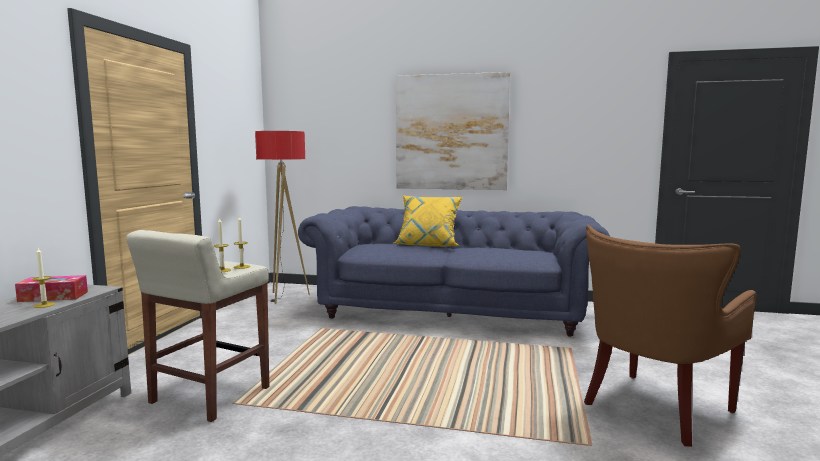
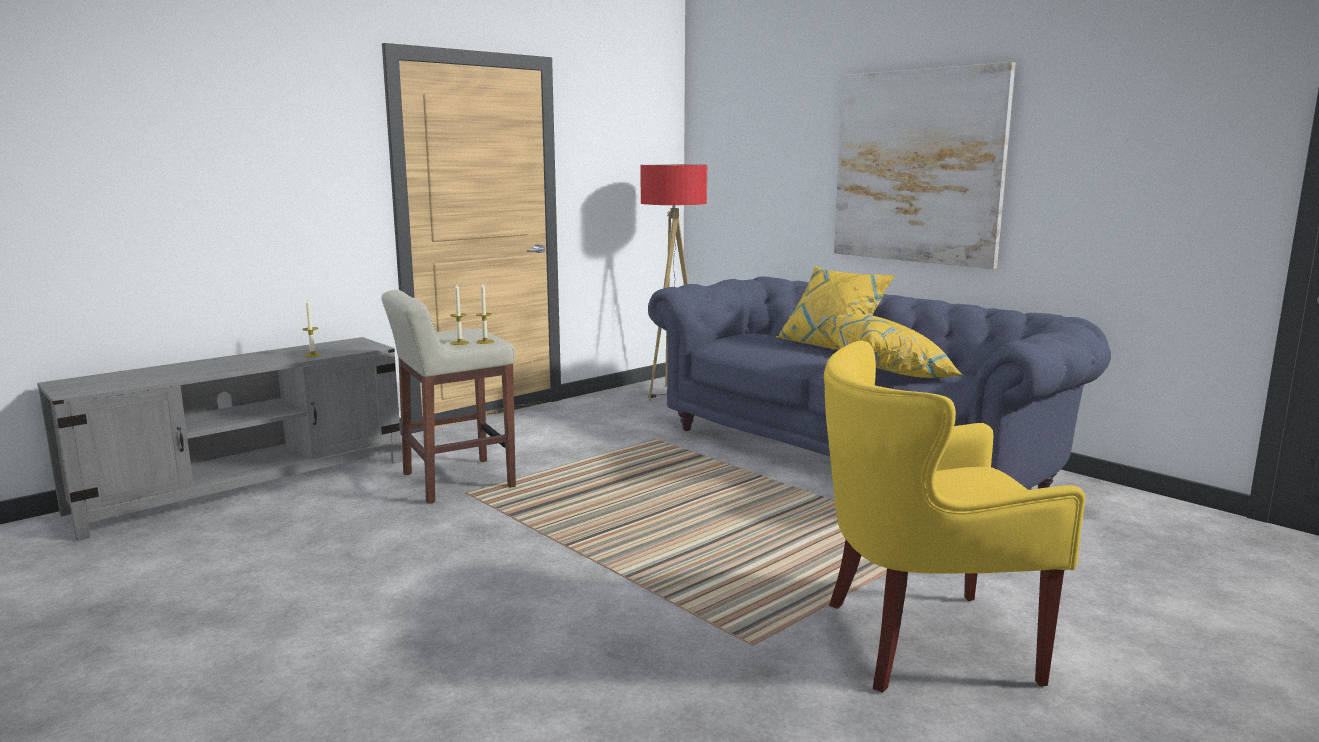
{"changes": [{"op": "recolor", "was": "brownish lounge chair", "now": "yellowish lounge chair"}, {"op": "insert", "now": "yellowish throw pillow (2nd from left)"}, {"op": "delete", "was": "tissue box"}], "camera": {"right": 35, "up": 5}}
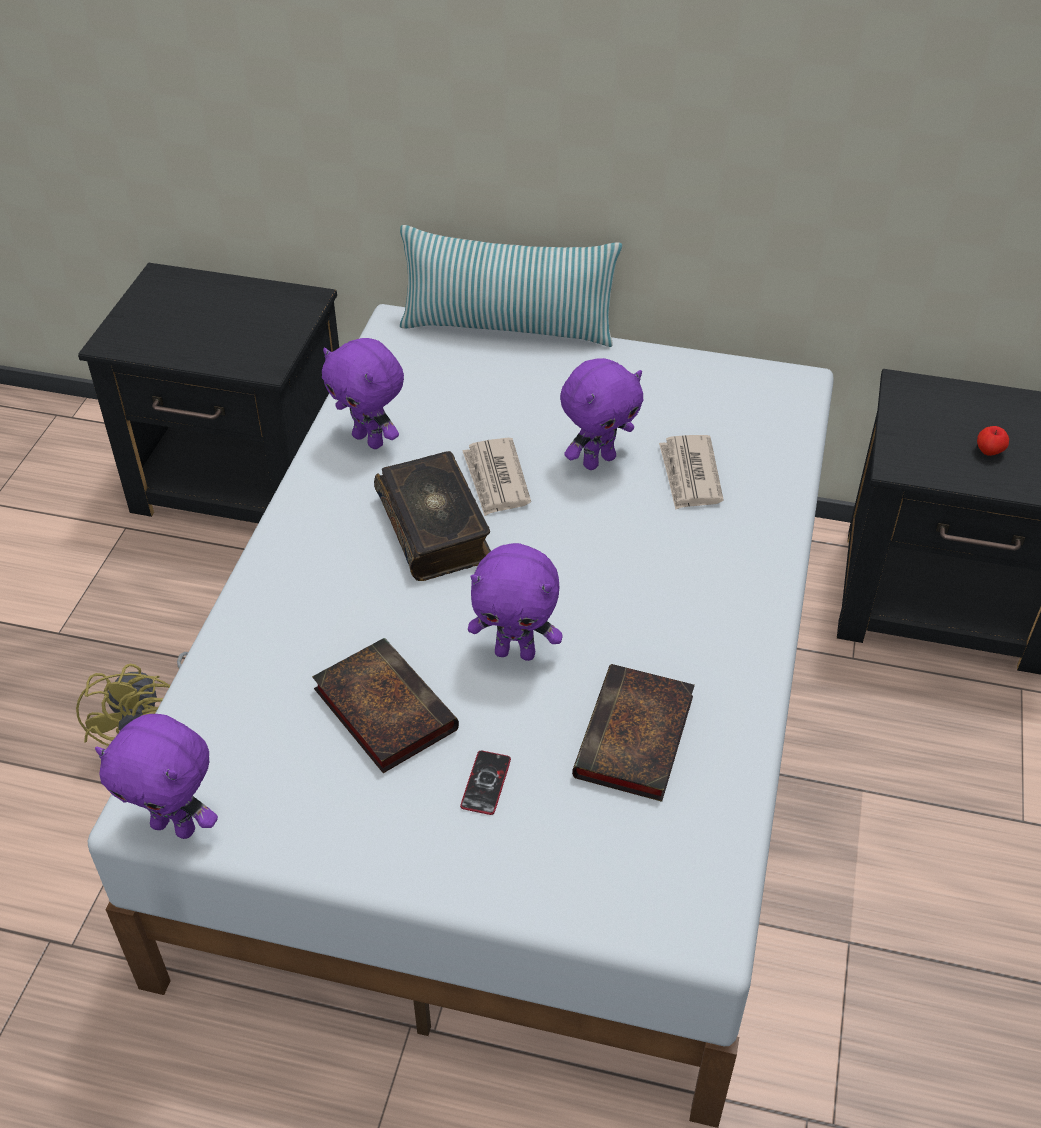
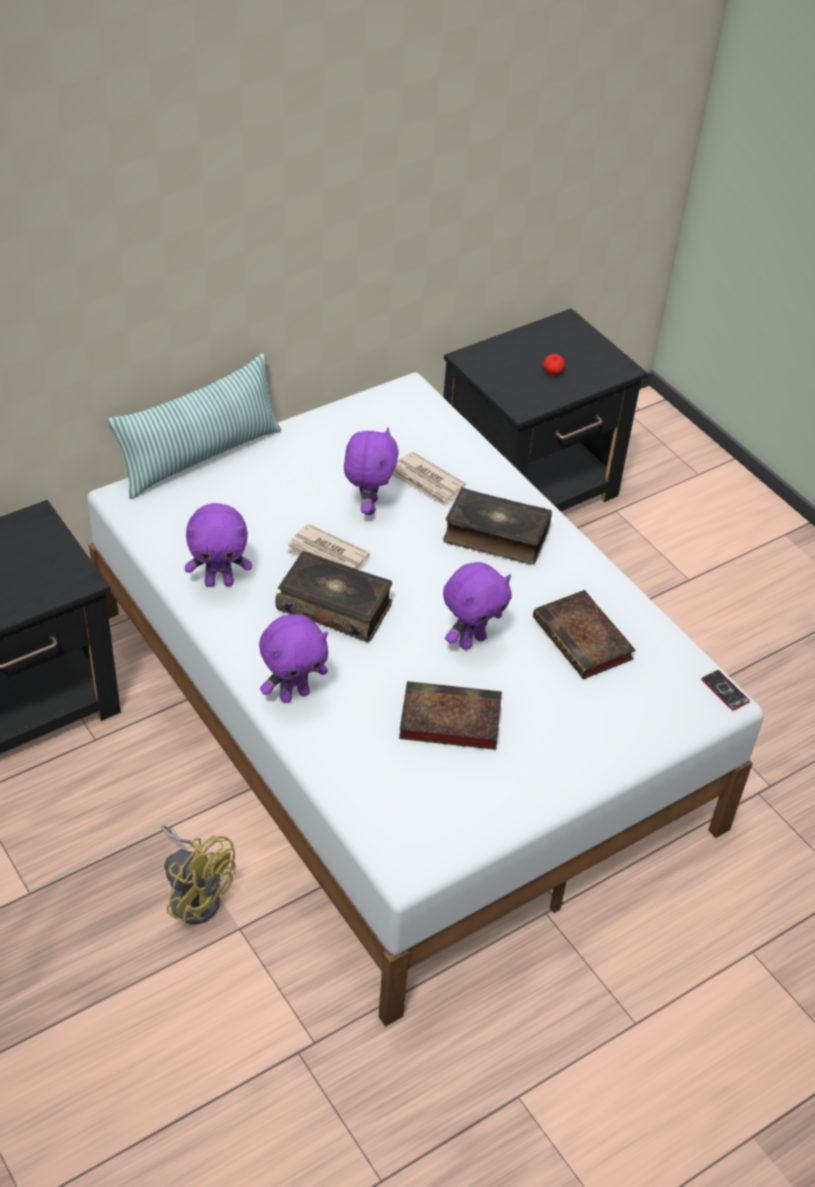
{"changes": [{"op": "move", "was": "purplish soft toy (1st from left in the first image)", "now": "purplish soft toy (2nd from left)"}, {"op": "insert", "now": "volume (3rd from left)"}, {"op": "move", "was": "phone"}], "camera": {"right": -50, "up": 0}}
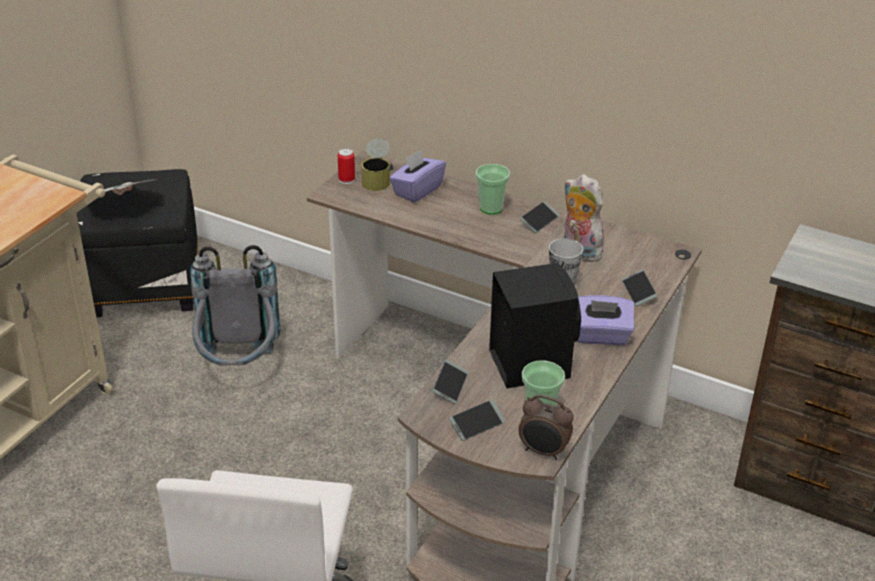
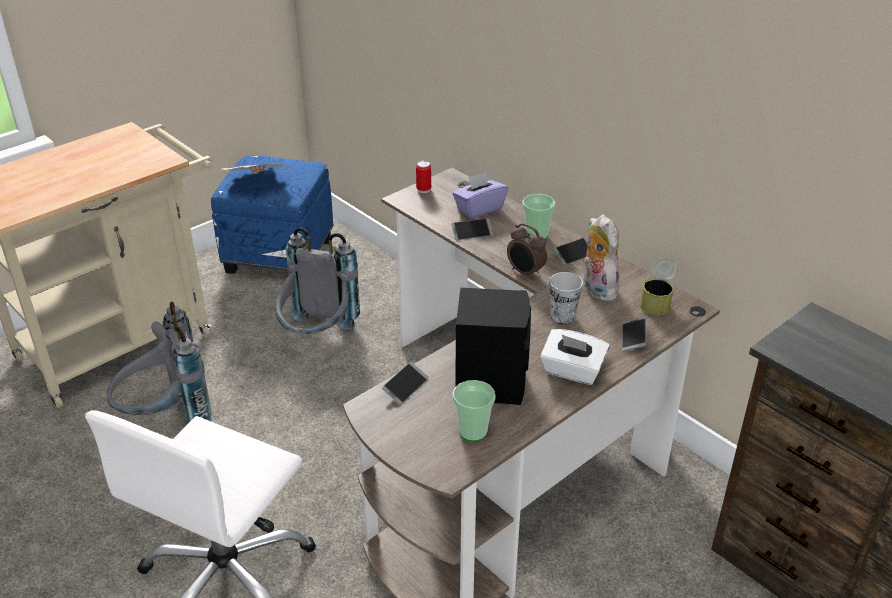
{"changes": [{"op": "insert", "now": "gray backpack (1st from left)"}, {"op": "recolor", "was": "black-coloured ottoman", "now": "blue-coloured ottoman"}, {"op": "move", "was": "phone (2nd from left)"}, {"op": "move", "was": "table clock"}, {"op": "recolor", "was": "purplish tissue box (2nd from left)", "now": "white tissue box"}, {"op": "move", "was": "can (2nd from left)"}], "camera": {"right": 20, "up": 0}}
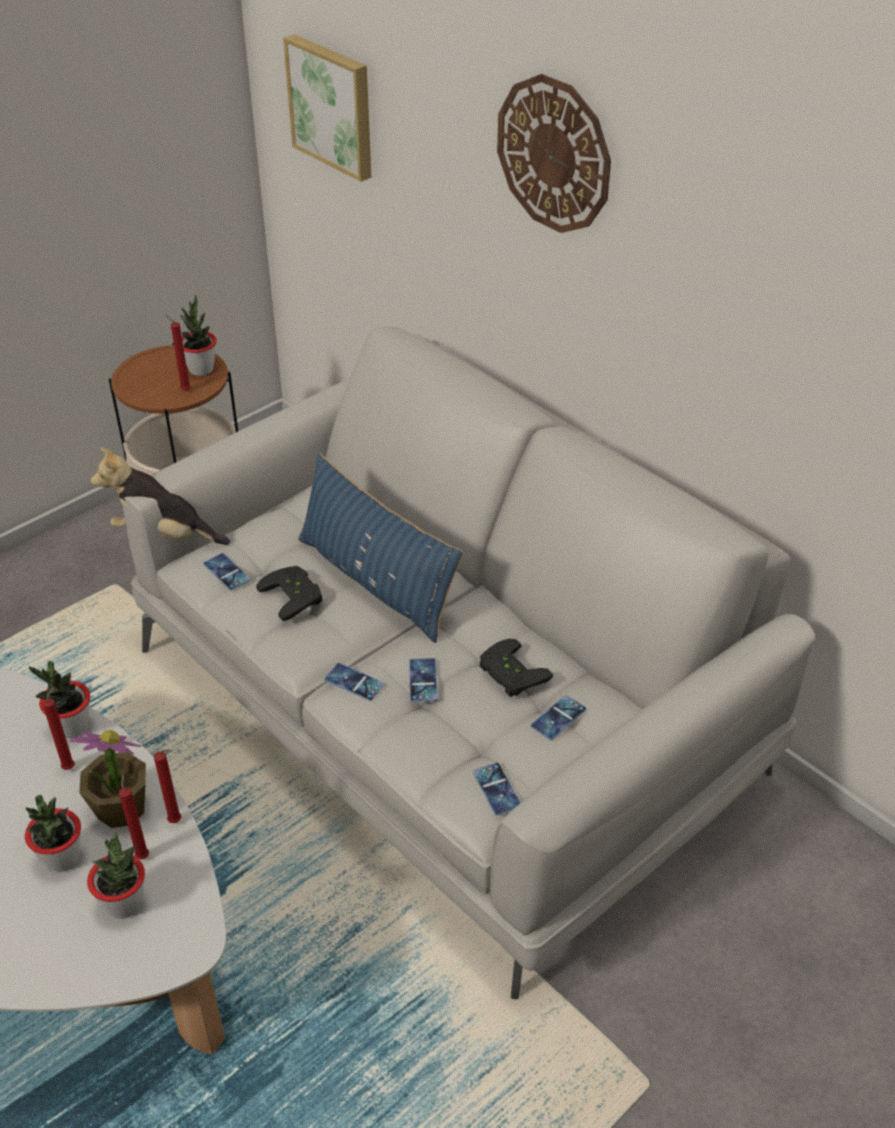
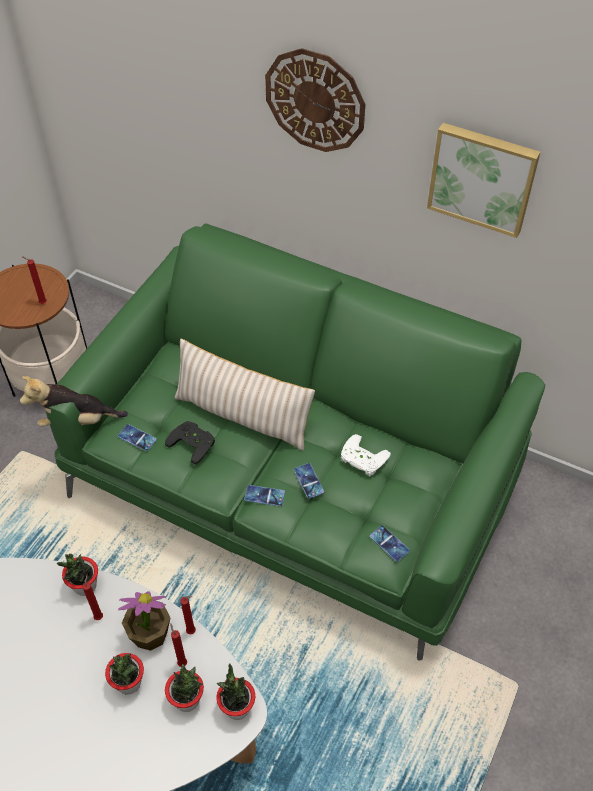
{"changes": [{"op": "recolor", "was": "gray couch", "now": "green couch"}, {"op": "recolor", "was": "blue-coloured throw pillow", "now": "sand-coloured throw pillow"}, {"op": "move", "was": "houseplant (5th from left)"}, {"op": "recolor", "was": "black-coloured game controller (2nd from left)", "now": "white game controller"}, {"op": "move", "was": "wall picture"}, {"op": "delete", "was": "phone (5th from left)"}], "camera": {"right": -20, "up": 10}}
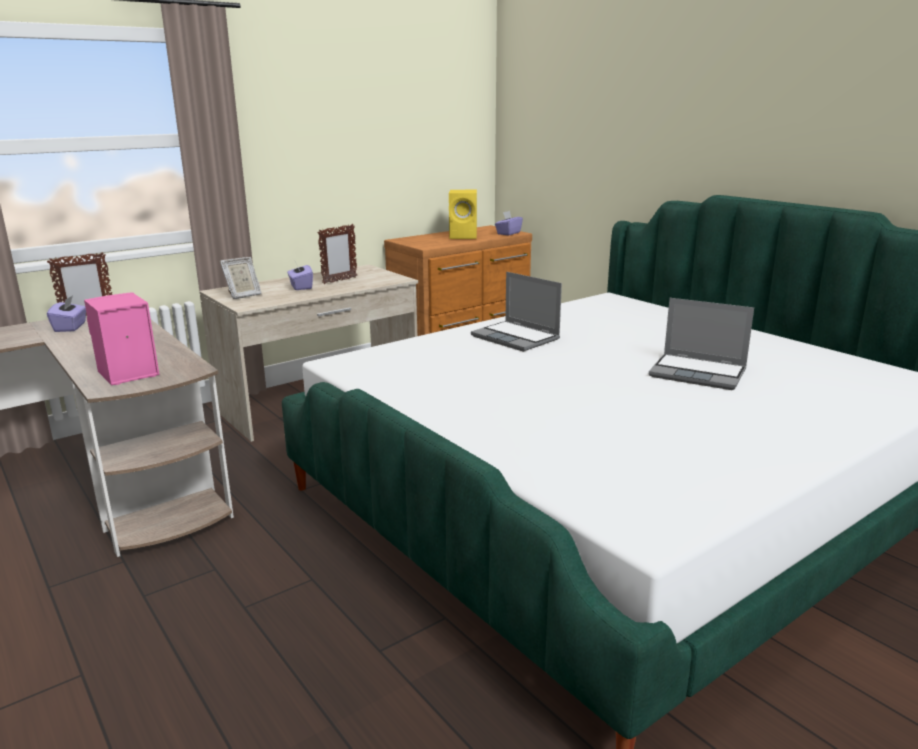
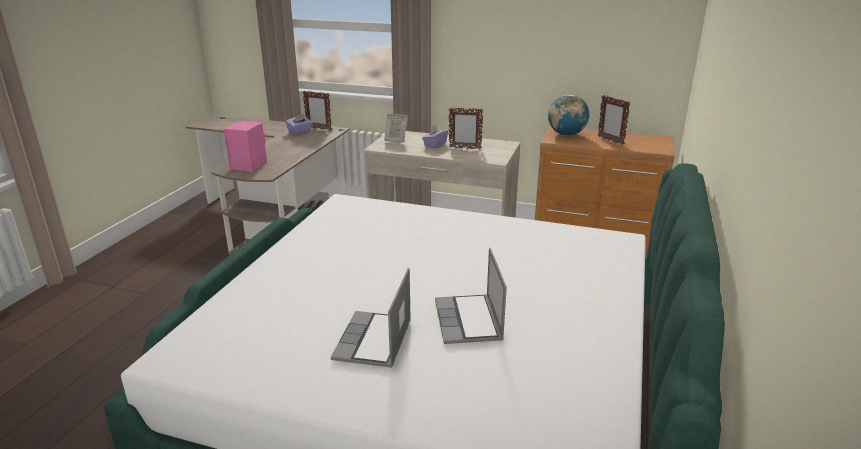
{"changes": [{"op": "move", "was": "notebook computer (1st from left)"}, {"op": "insert", "now": "world globe"}, {"op": "replace", "was": "yellowish speaker", "now": "standing frame (4th from left)"}, {"op": "delete", "was": "purplish tissue box (3rd from left)"}], "camera": {"right": 55, "up": 5}}
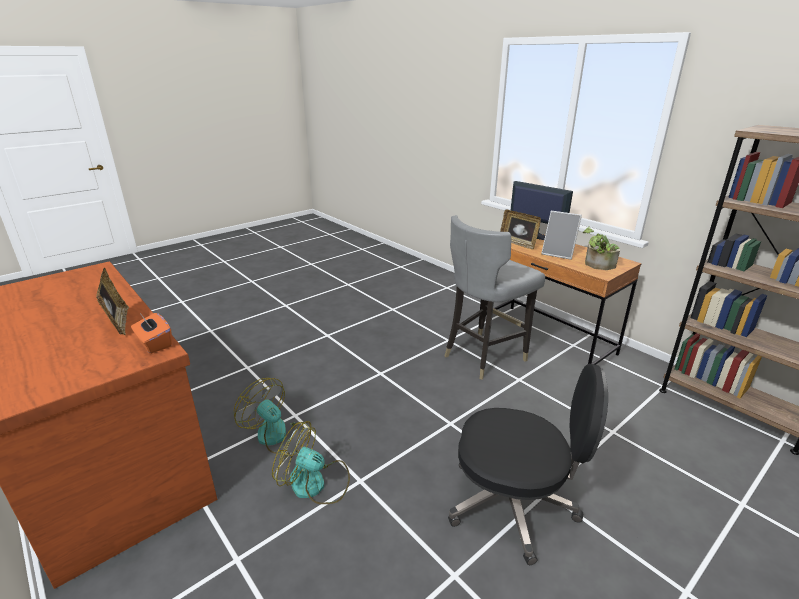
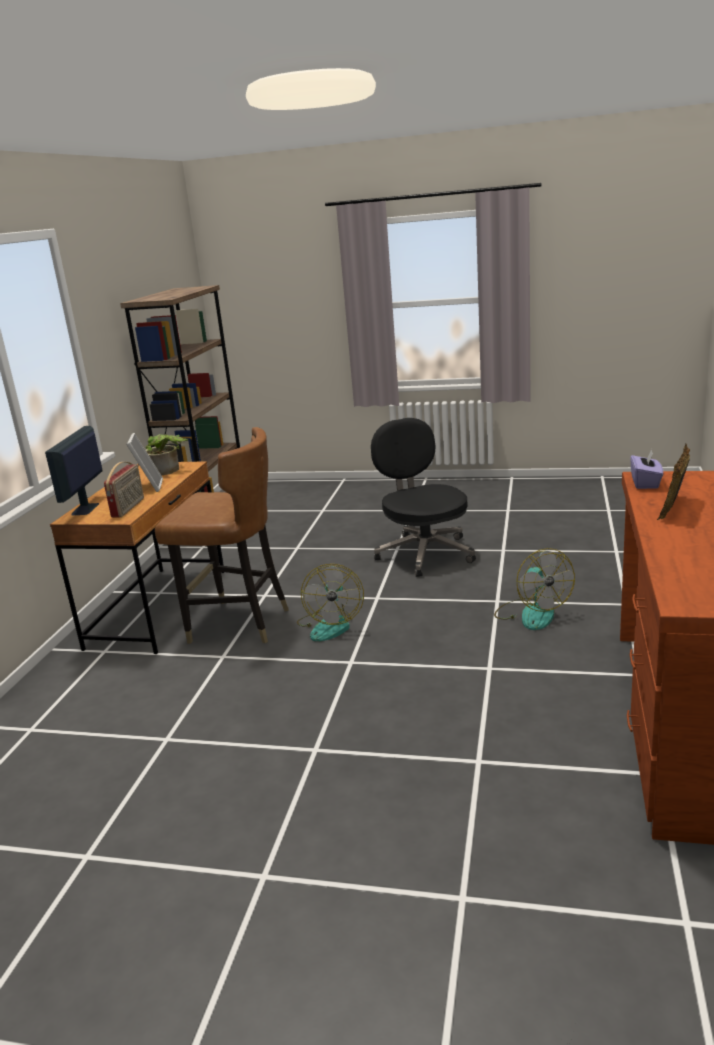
{"changes": [{"op": "replace", "was": "standing frame (2nd from left)", "now": "radio set"}, {"op": "recolor", "was": "gray plain chair", "now": "brownish plain chair"}, {"op": "move", "was": "fan (1st from left)"}, {"op": "recolor", "was": "orangey tissue box", "now": "purplish tissue box"}], "camera": {"right": -125, "up": -5}}
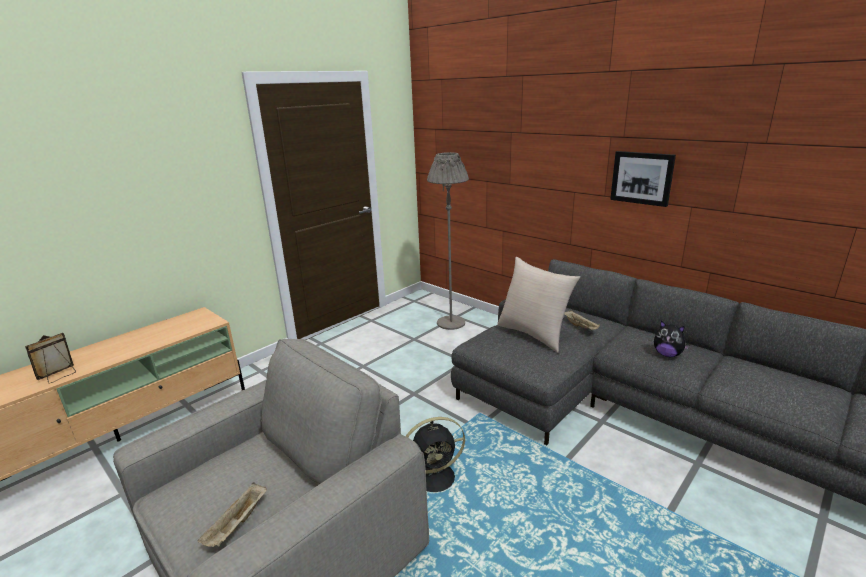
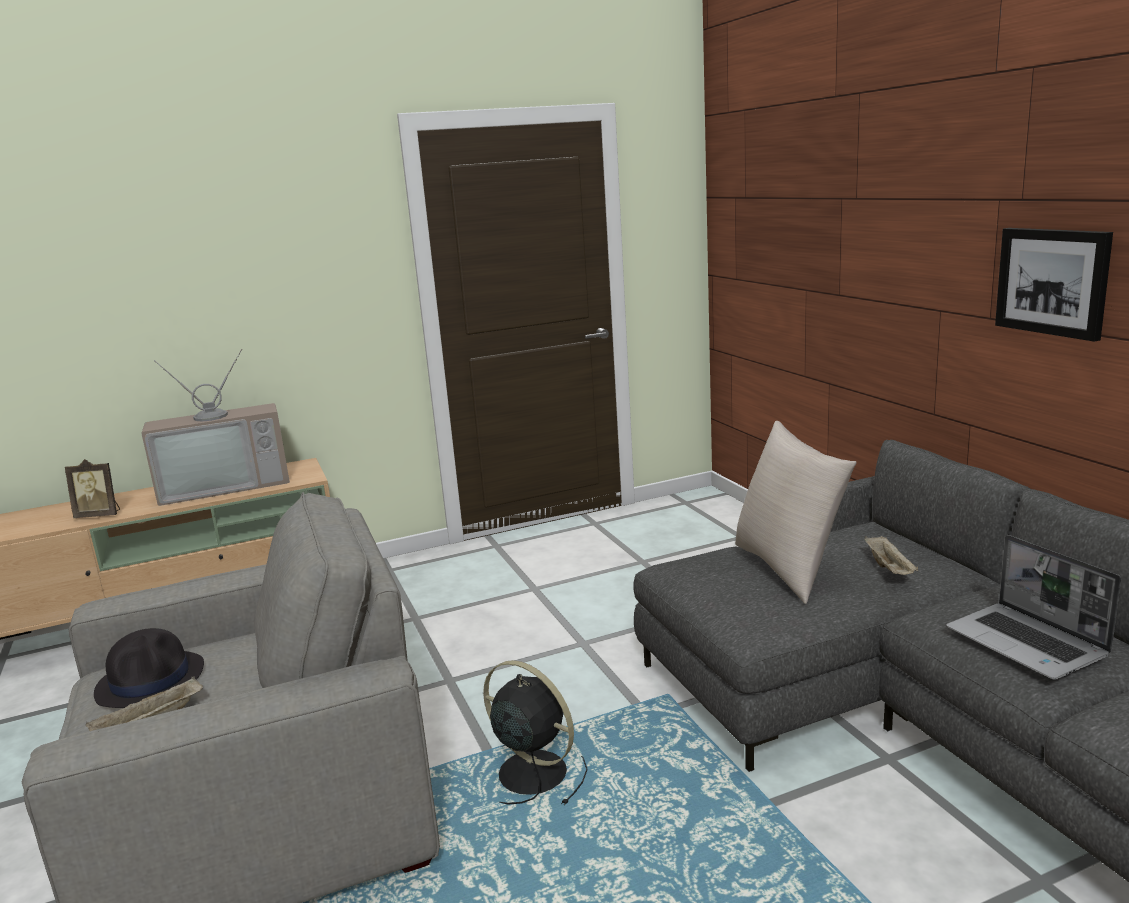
{"changes": [{"op": "rotate", "was": "standing frame", "clockwise": -150}, {"op": "insert", "now": "black-coloured hat"}, {"op": "insert", "now": "TV"}, {"op": "rotate", "was": "black-coloured fan", "clockwise": -150}, {"op": "replace", "was": "soft toy", "now": "notebook computer"}, {"op": "delete", "was": "gray floor lamp"}], "camera": {"right": 25, "up": -5}}
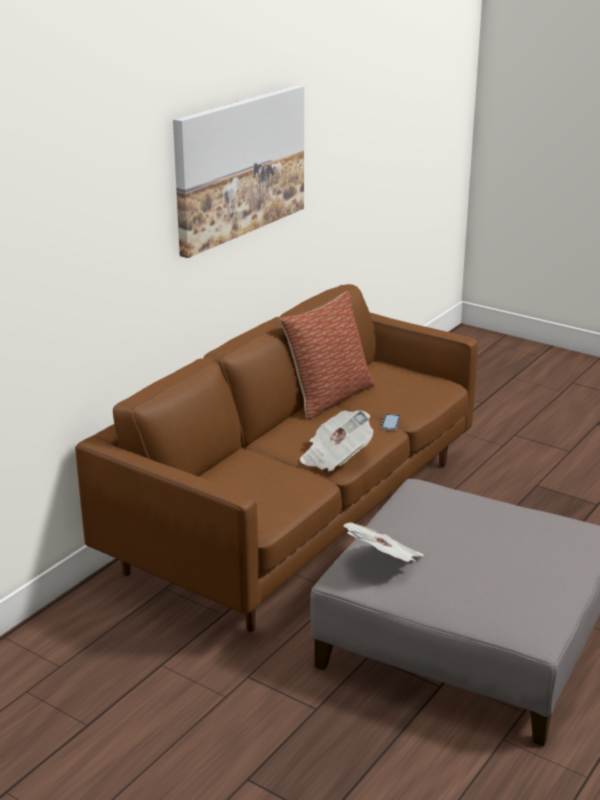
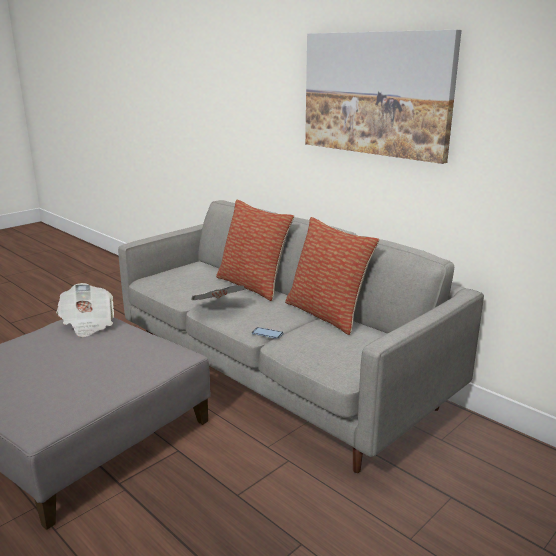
{"changes": [{"op": "recolor", "was": "brownish couch", "now": "gray couch"}, {"op": "insert", "now": "throw pillow (1st from left)"}], "camera": {"right": 100, "up": -5}}
